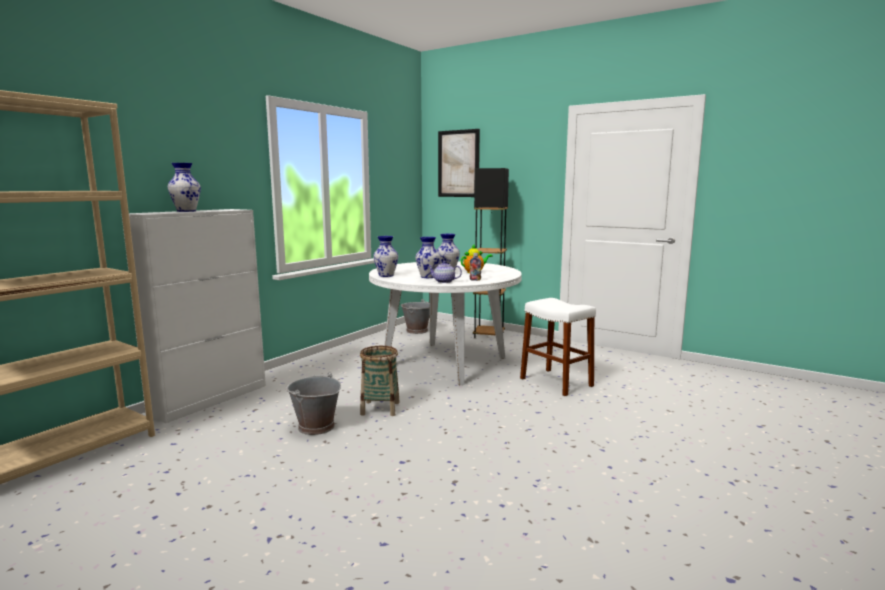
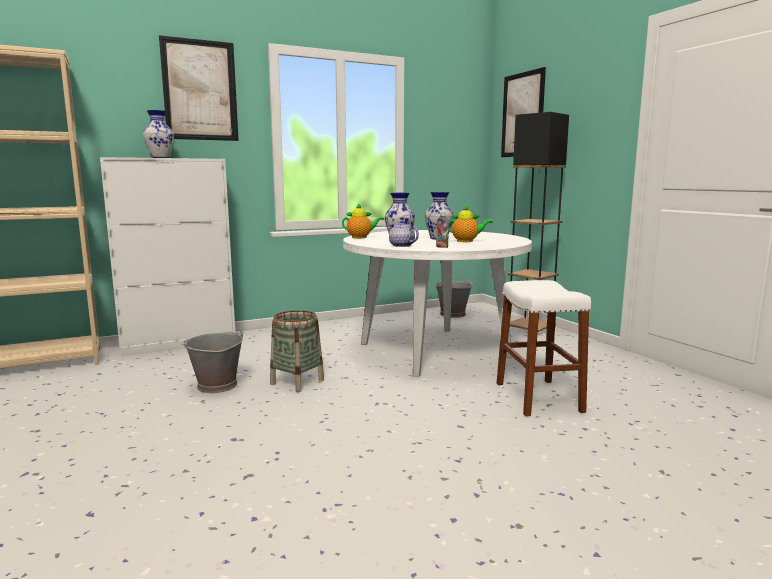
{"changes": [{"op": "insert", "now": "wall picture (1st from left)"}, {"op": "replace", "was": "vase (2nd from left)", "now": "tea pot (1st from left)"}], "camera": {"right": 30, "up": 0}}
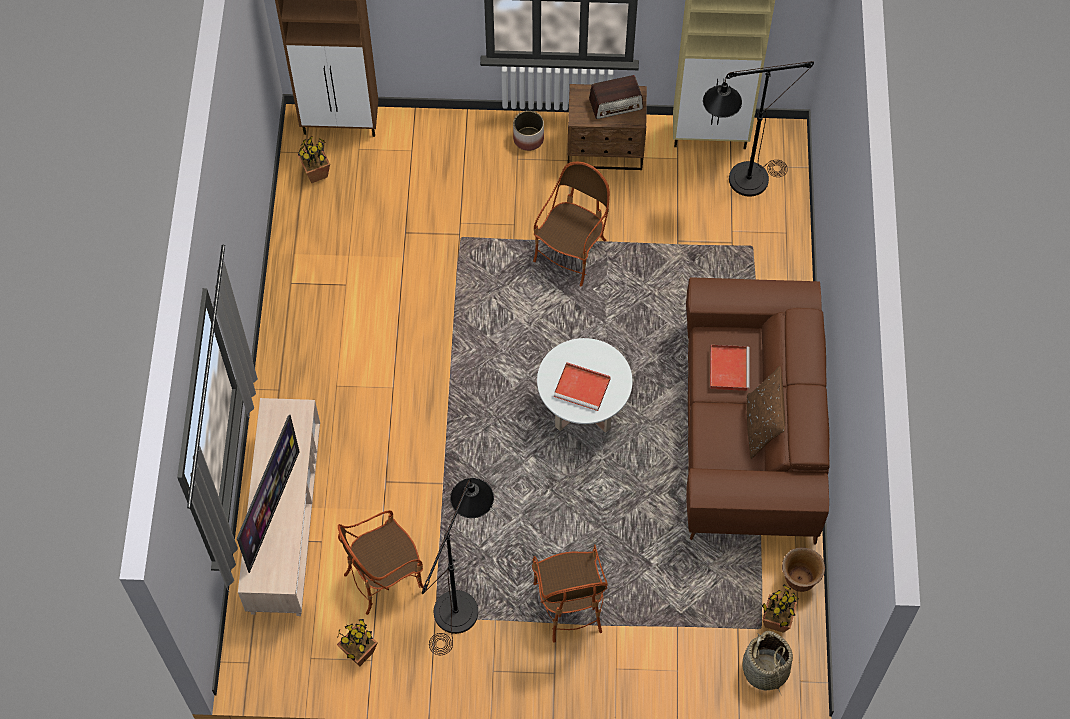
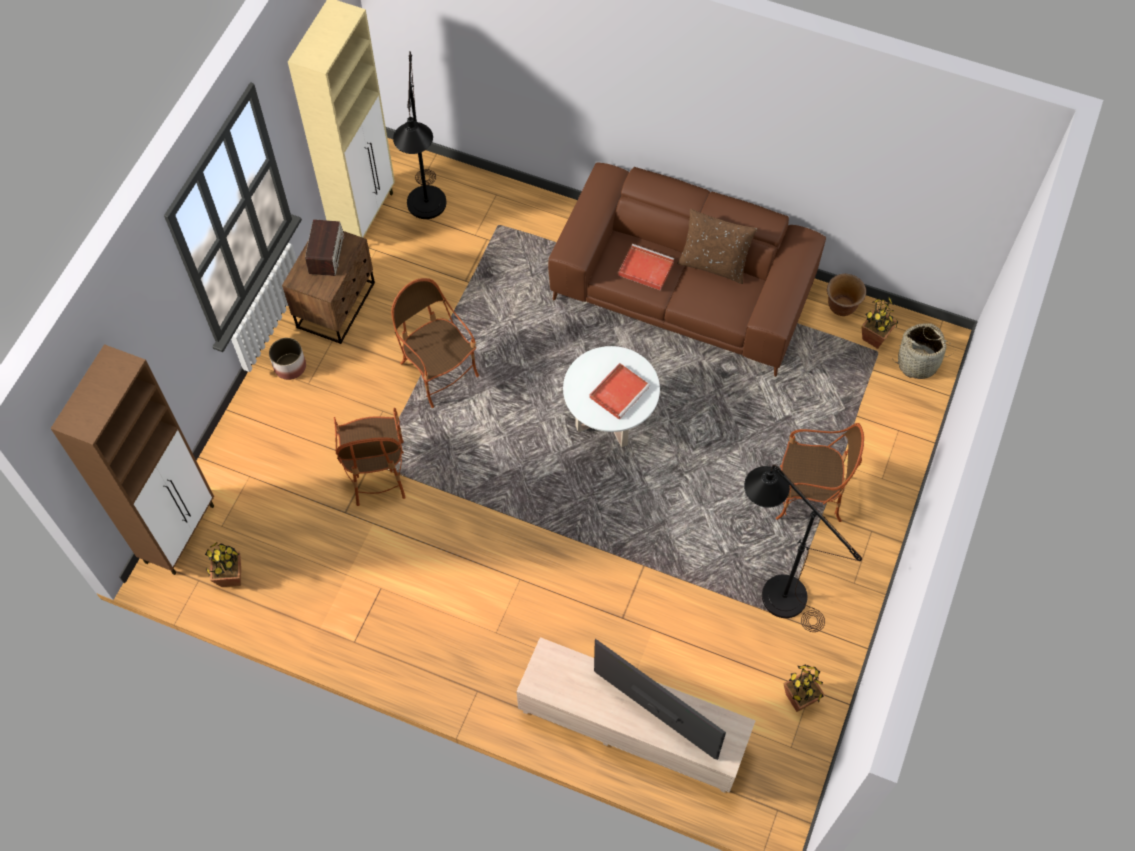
{"changes": [{"op": "move", "was": "lounge chair (1st from left)"}], "camera": {"right": -70, "up": 0}}
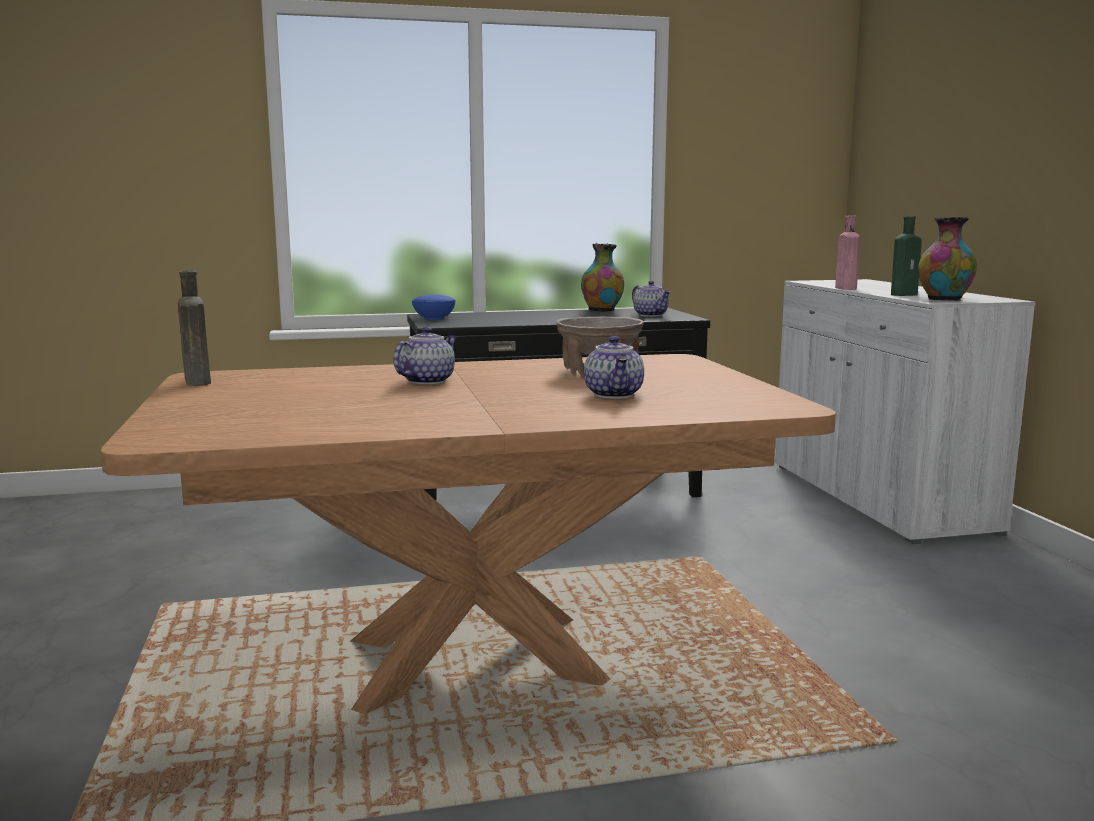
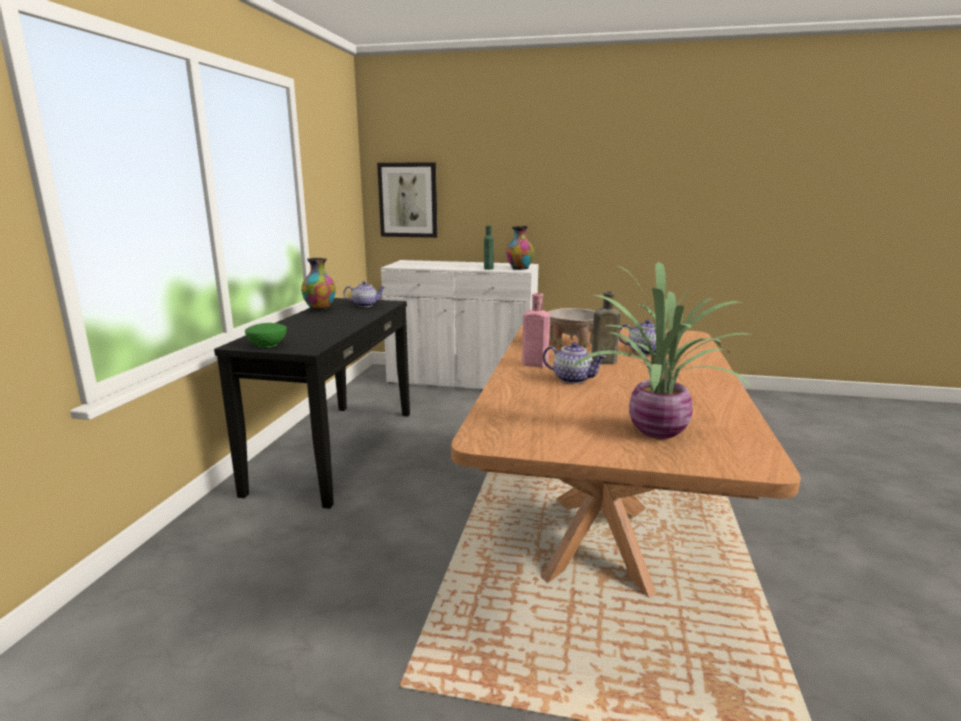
{"changes": [{"op": "recolor", "was": "blue-coloured serving bowl", "now": "green serving bowl"}, {"op": "insert", "now": "wall picture"}, {"op": "move", "was": "pink-coloured beverage bottle"}, {"op": "rotate", "was": "tea pot (1st from left in the first image)", "clockwise": 150}, {"op": "insert", "now": "houseplant"}, {"op": "move", "was": "brownish beverage bottle"}], "camera": {"right": -65, "up": 5}}
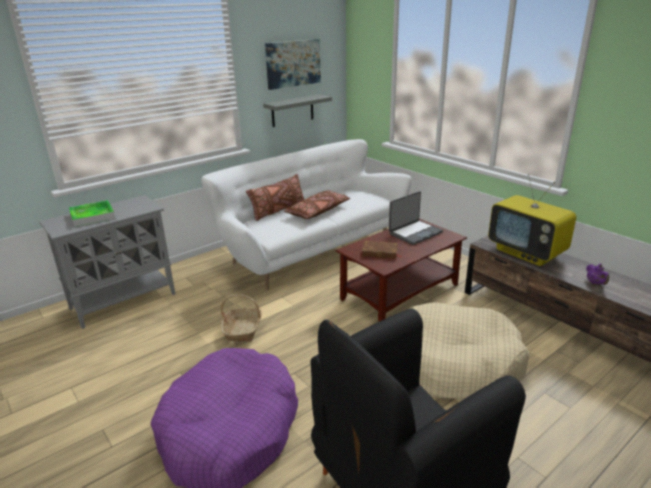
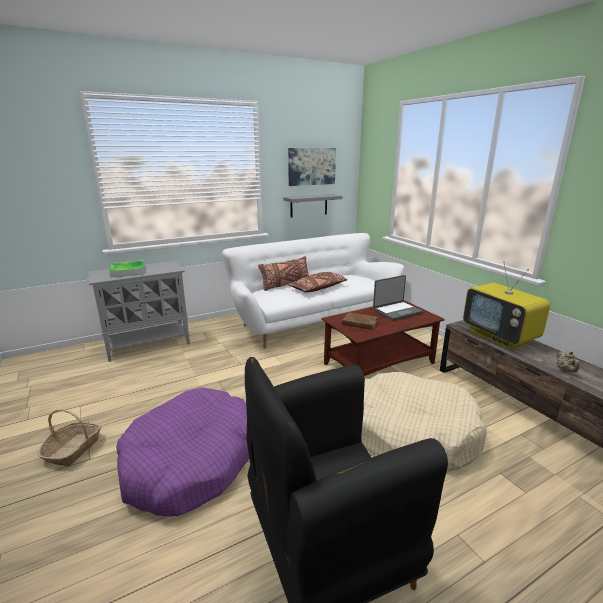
{"changes": [{"op": "move", "was": "household basket"}, {"op": "recolor", "was": "purplish tea pot", "now": "sand-coloured tea pot"}], "camera": {"right": 10, "up": -5}}
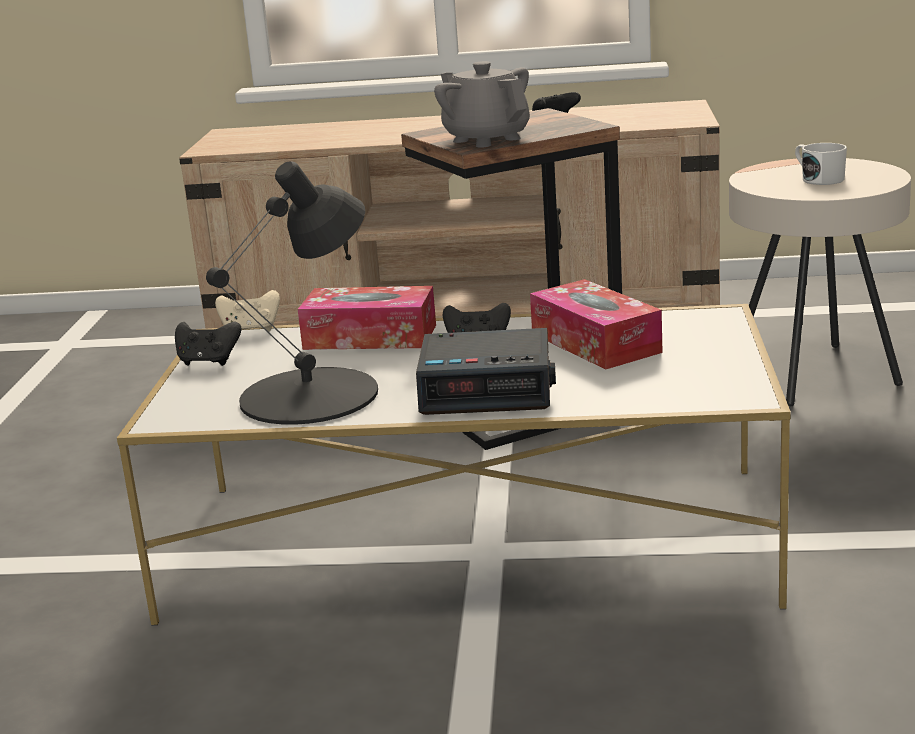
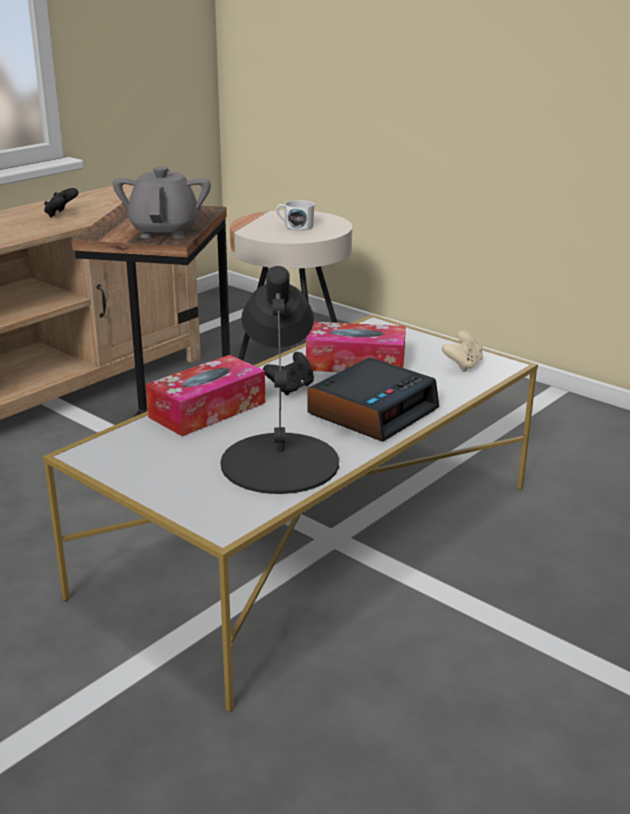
{"changes": [{"op": "rotate", "was": "gray tea pot", "clockwise": 90}, {"op": "move", "was": "sand-coloured game controller"}, {"op": "delete", "was": "black-coloured game controller (1st from left)"}], "camera": {"right": -55, "up": 5}}
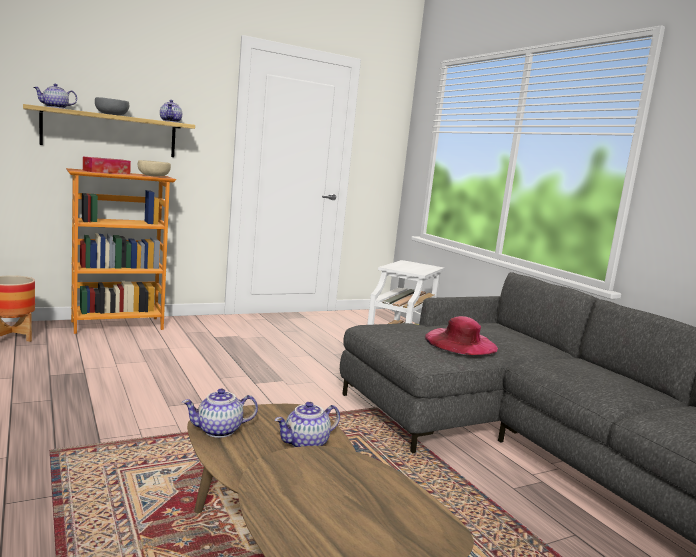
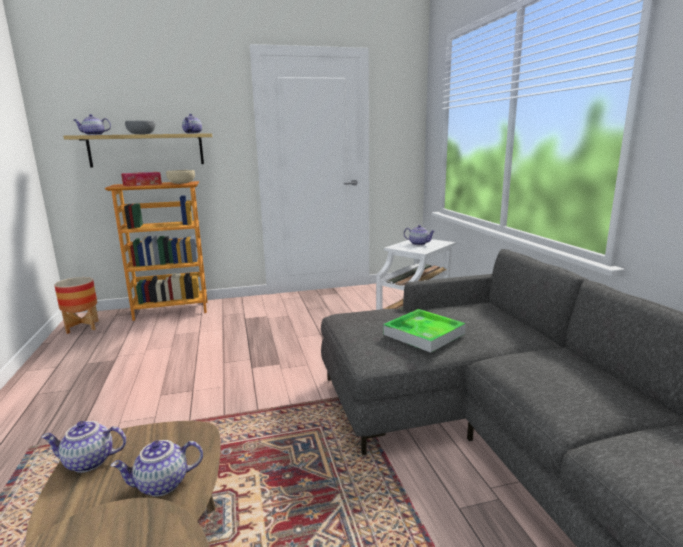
{"changes": [{"op": "replace", "was": "pink-coloured hat", "now": "tray"}, {"op": "insert", "now": "tea pot (5th from left)"}], "camera": {"right": 15, "up": 5}}
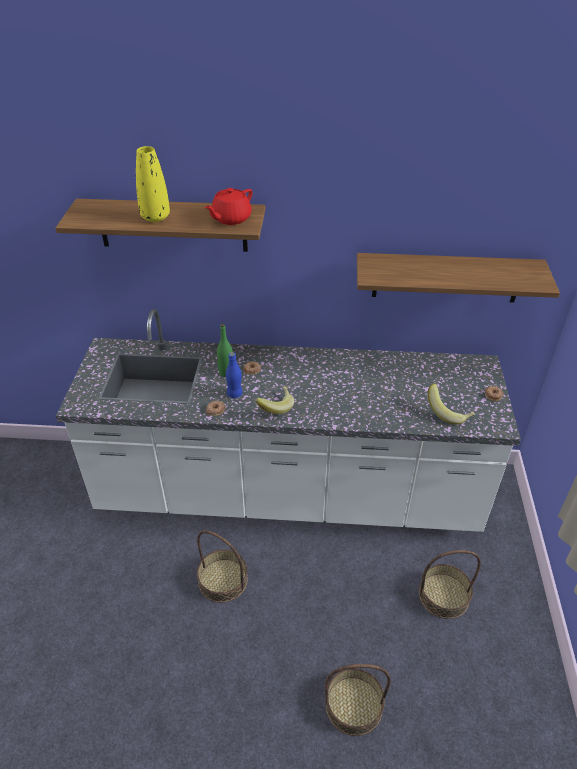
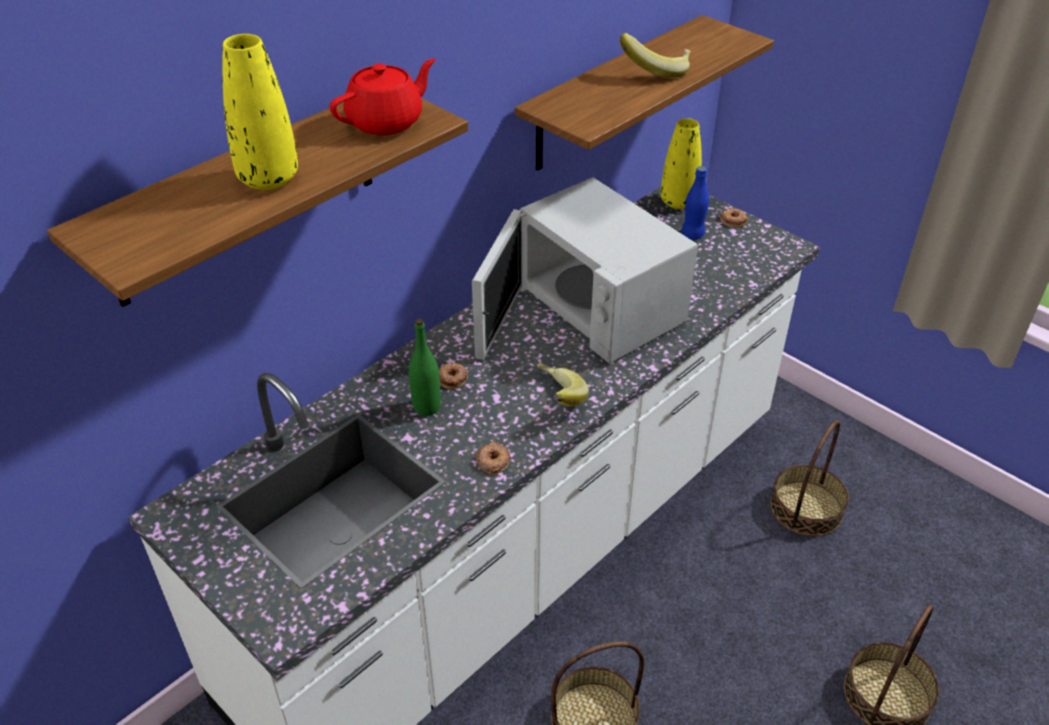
{"changes": [{"op": "rotate", "was": "red tea pot", "clockwise": -120}, {"op": "insert", "now": "white microwave"}, {"op": "move", "was": "banana (2nd from left)"}, {"op": "insert", "now": "yellowish vase (2nd from left)"}, {"op": "move", "was": "blue-coloured beverage bottle"}], "camera": {"right": -50, "up": 0}}
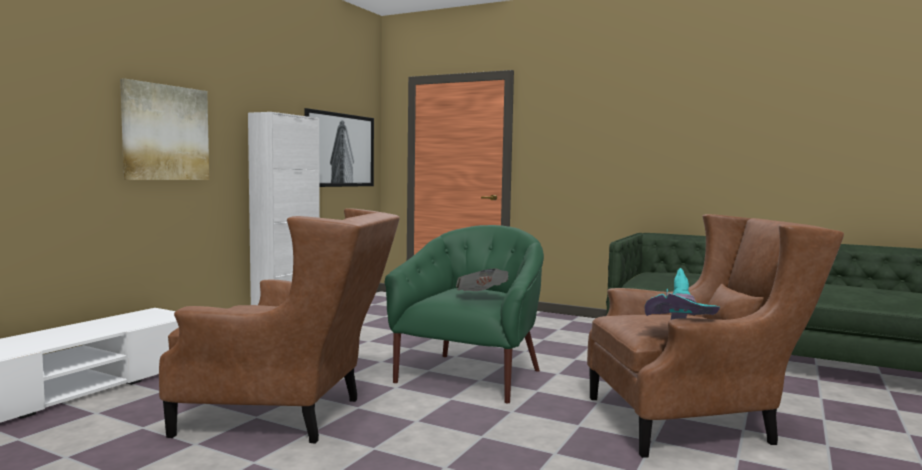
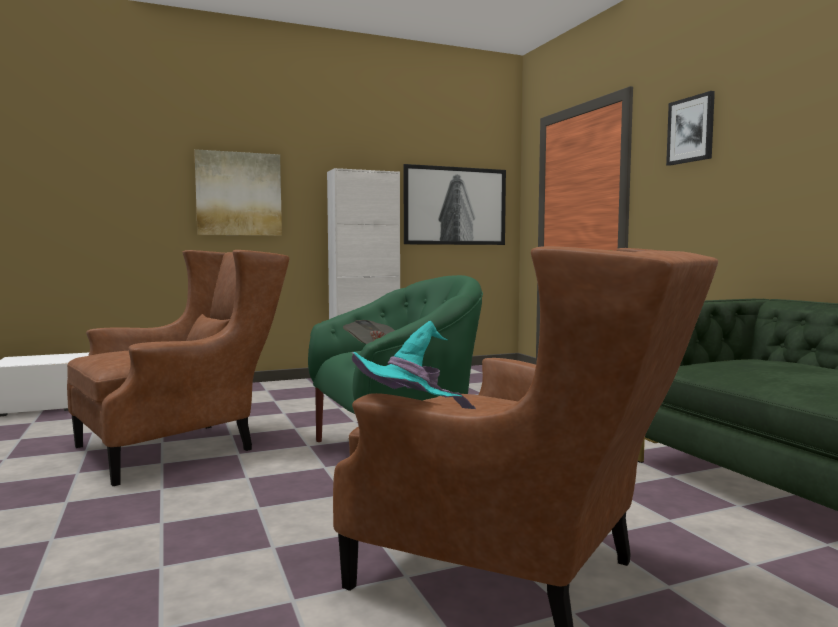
{"changes": [{"op": "rotate", "was": "brownish lounge chair (1st from left)", "clockwise": -90}, {"op": "insert", "now": "wall picture (3rd from left)"}], "camera": {"right": 40, "up": 0}}
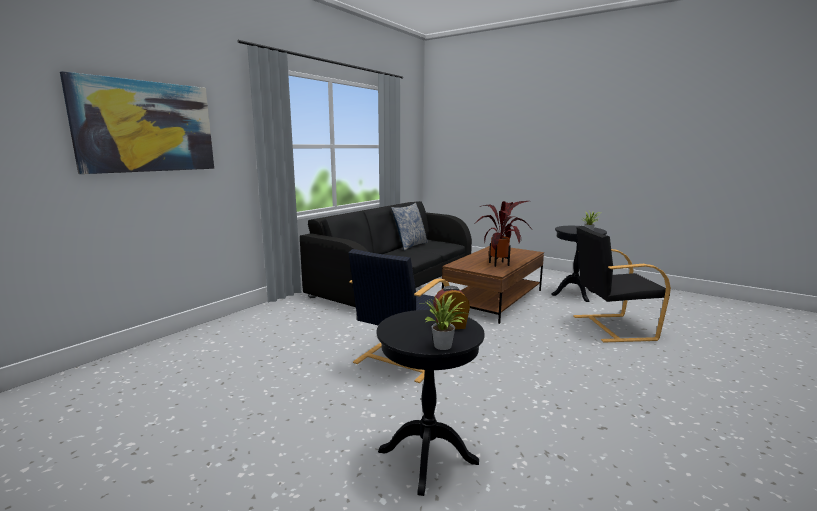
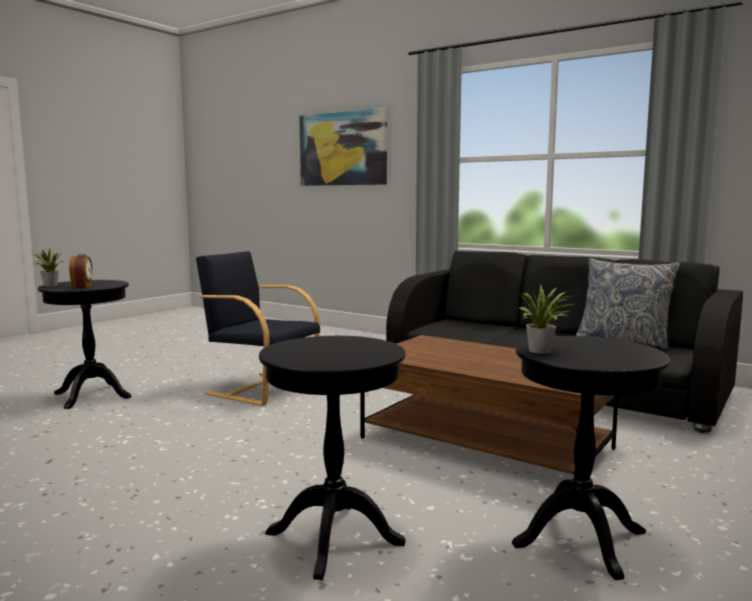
{"changes": [{"op": "replace", "was": "black-coloured lounge chair (2nd from left)", "now": "black-coloured side table (2nd from left)"}, {"op": "delete", "was": "houseplant (2nd from left)"}], "camera": {"right": 90, "up": -5}}
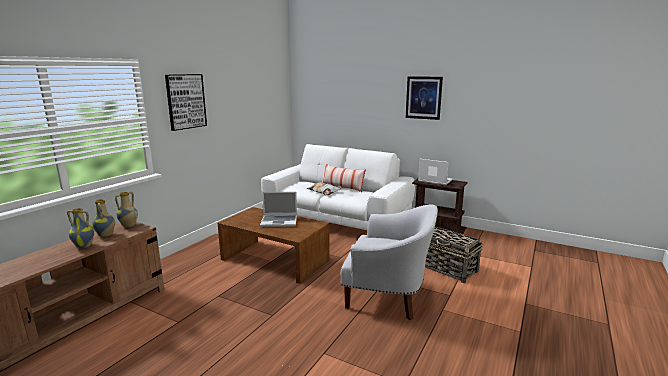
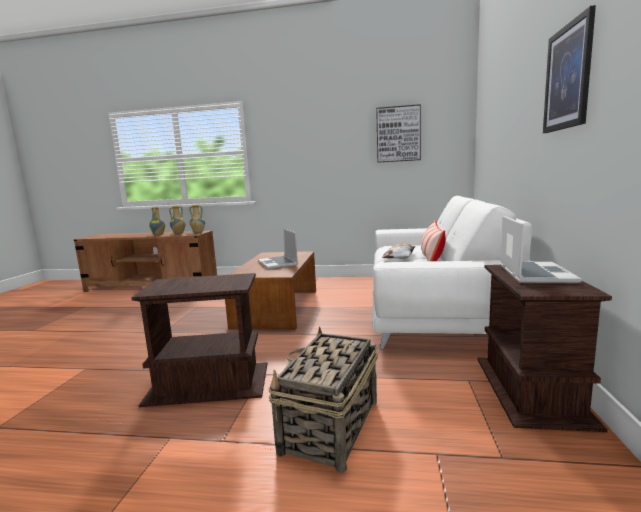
{"changes": [{"op": "replace", "was": "white lounge chair", "now": "brownish side table (1st from left)"}, {"op": "move", "was": "wall picture (1st from left)"}], "camera": {"right": 70, "up": -5}}
